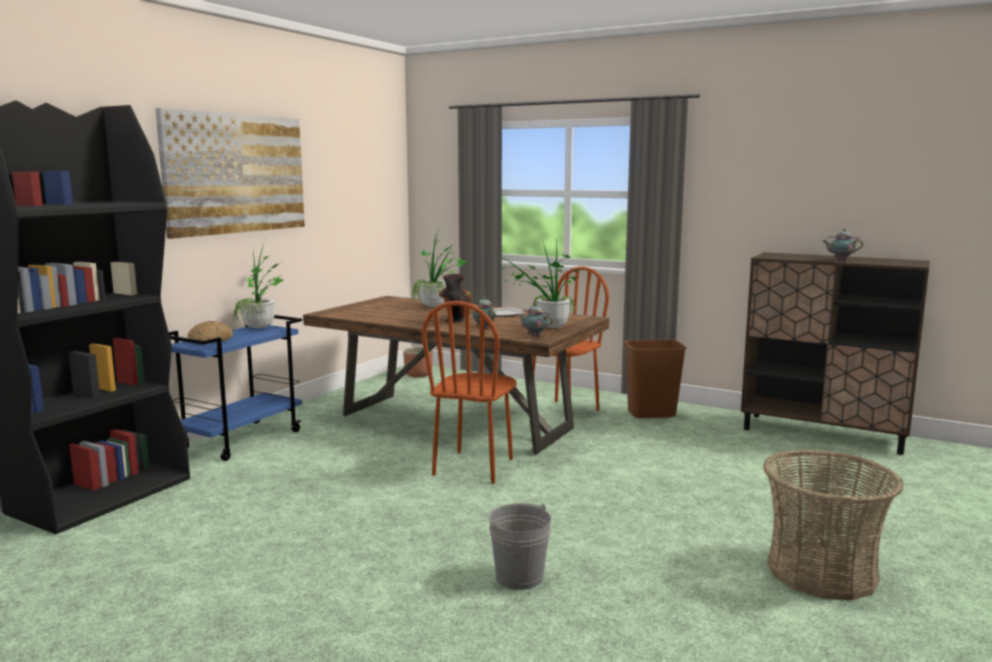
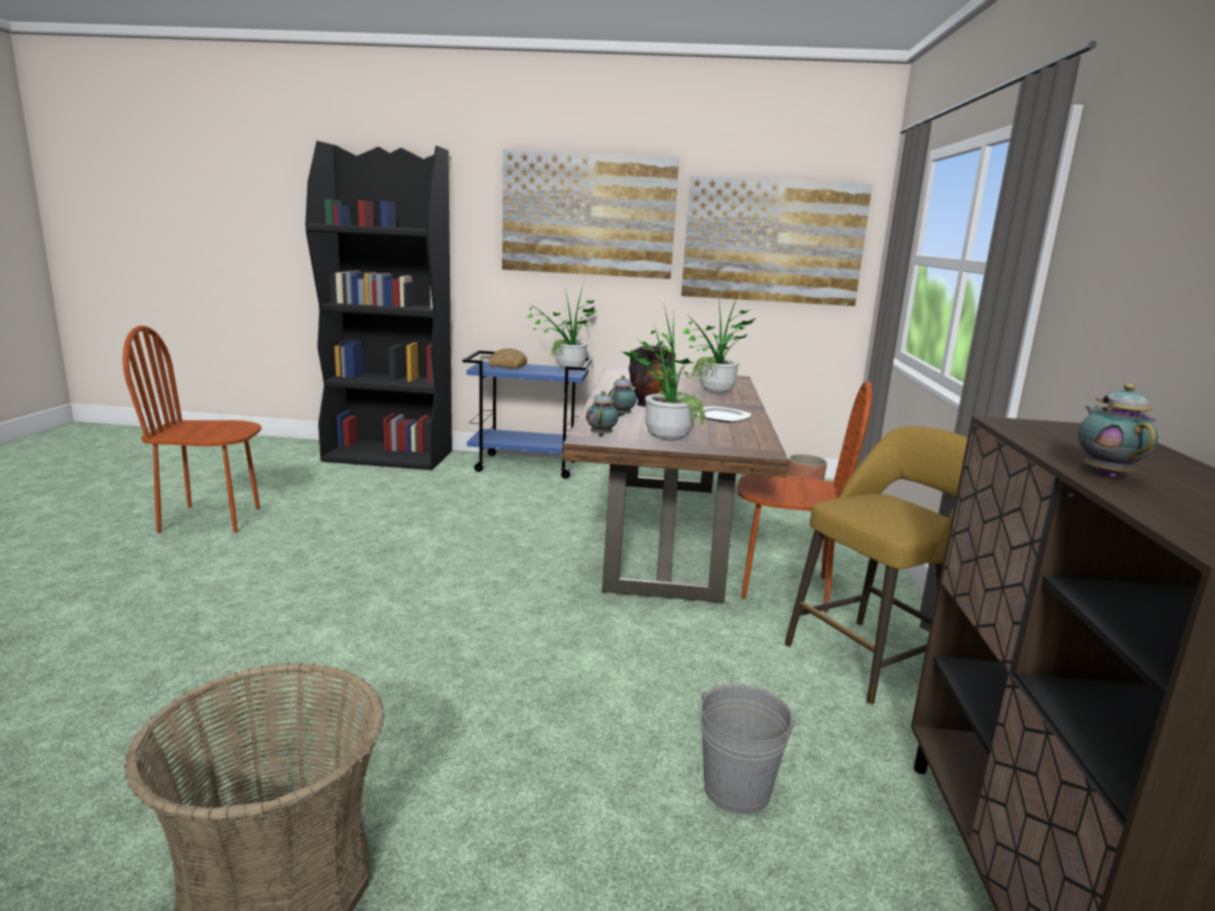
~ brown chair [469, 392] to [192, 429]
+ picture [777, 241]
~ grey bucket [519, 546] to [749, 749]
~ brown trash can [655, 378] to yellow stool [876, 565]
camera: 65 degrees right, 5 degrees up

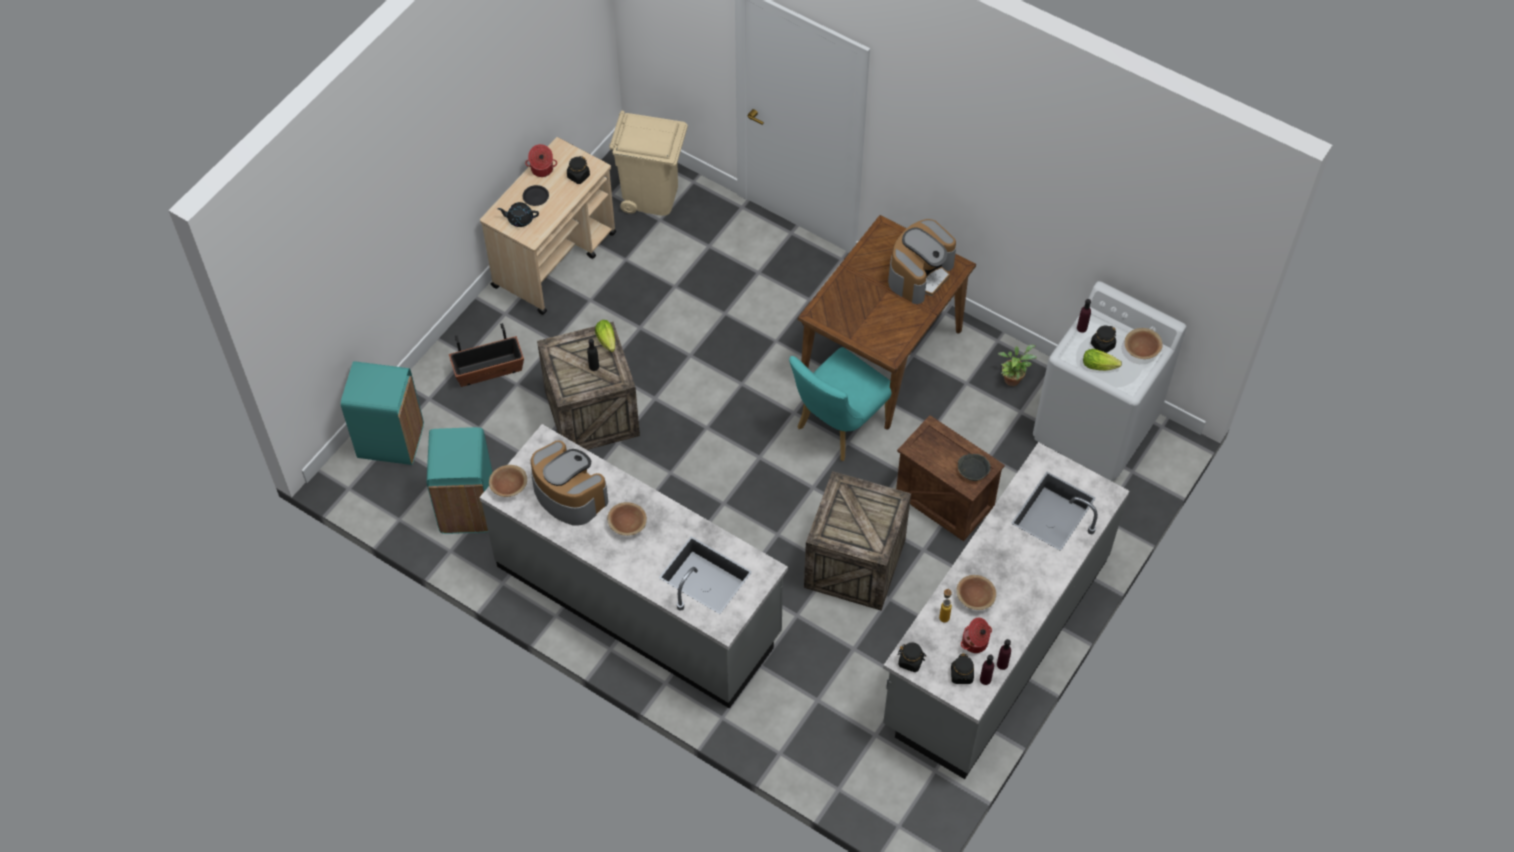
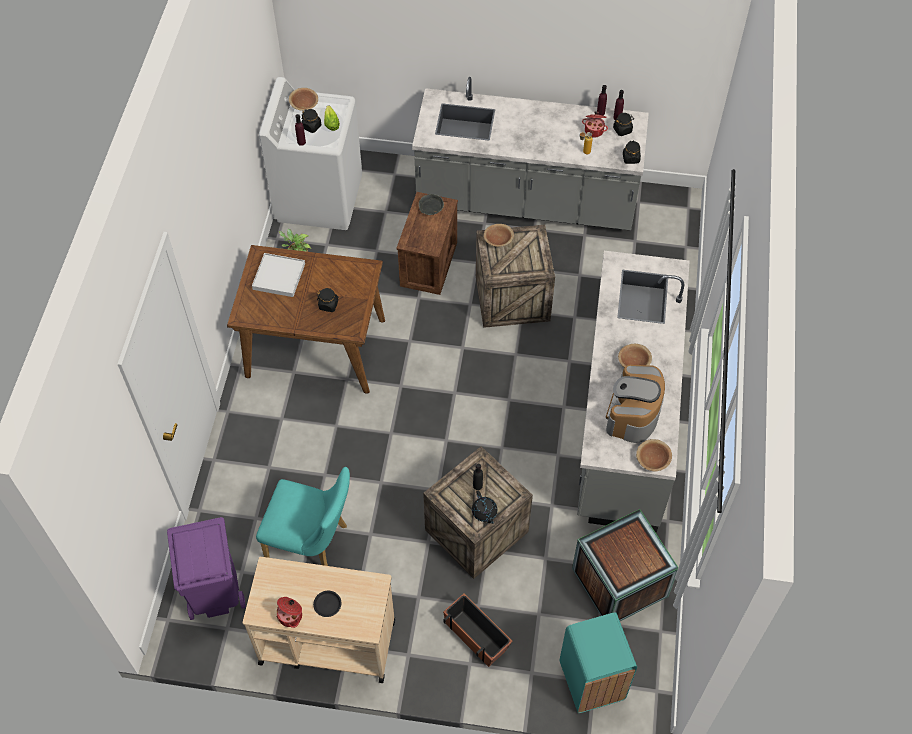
~ beige trash can [648, 163] to purple trash can [206, 568]
~ coffee machine [922, 261] to white tray [278, 275]
~ turquoise chair [840, 404] to [303, 516]
~ black jar [578, 170] to [328, 300]
~ black teapot [518, 214] to [484, 507]
~ brown bowl [976, 592] to [499, 235]
~ turquoise trash can [460, 480] to crate [625, 565]
- lettuce [605, 336]
camera: 115 degrees left, 0 degrees up

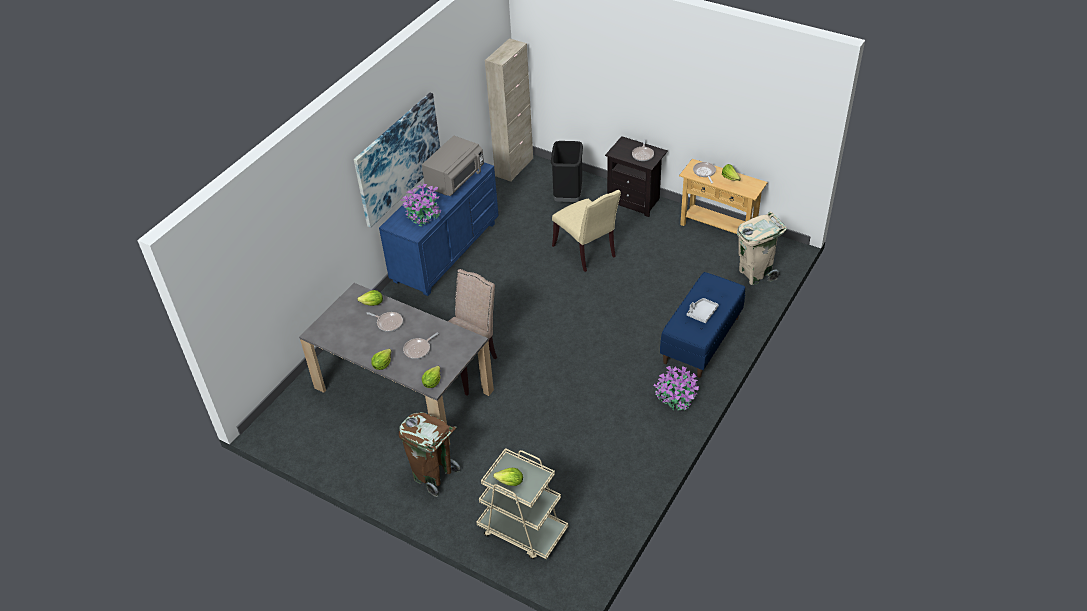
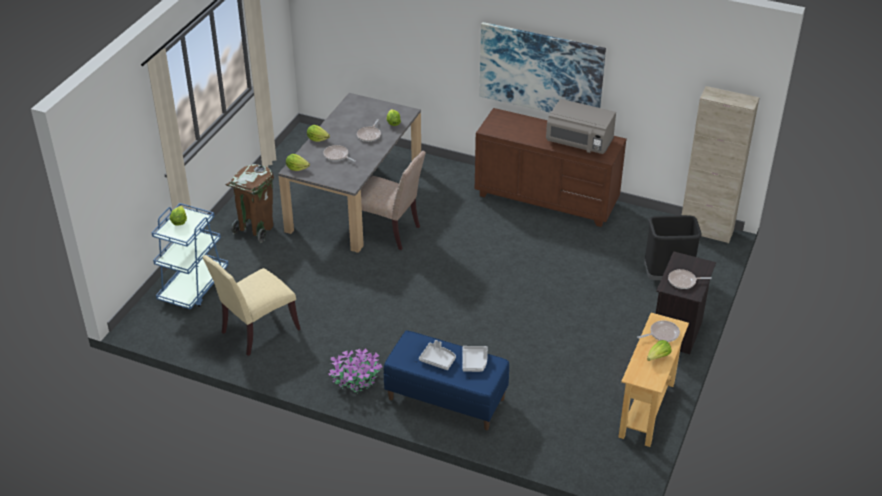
~ beige cart [522, 503] to blue cart [190, 256]
~ beige chair [586, 231] to [251, 305]
+ grey tray [475, 359]
~ blue dresser [439, 229] to brown dresser [551, 167]
- potted plant [421, 204]
- beige trash can [762, 248]
camera: 80 degrees right, 5 degrees down

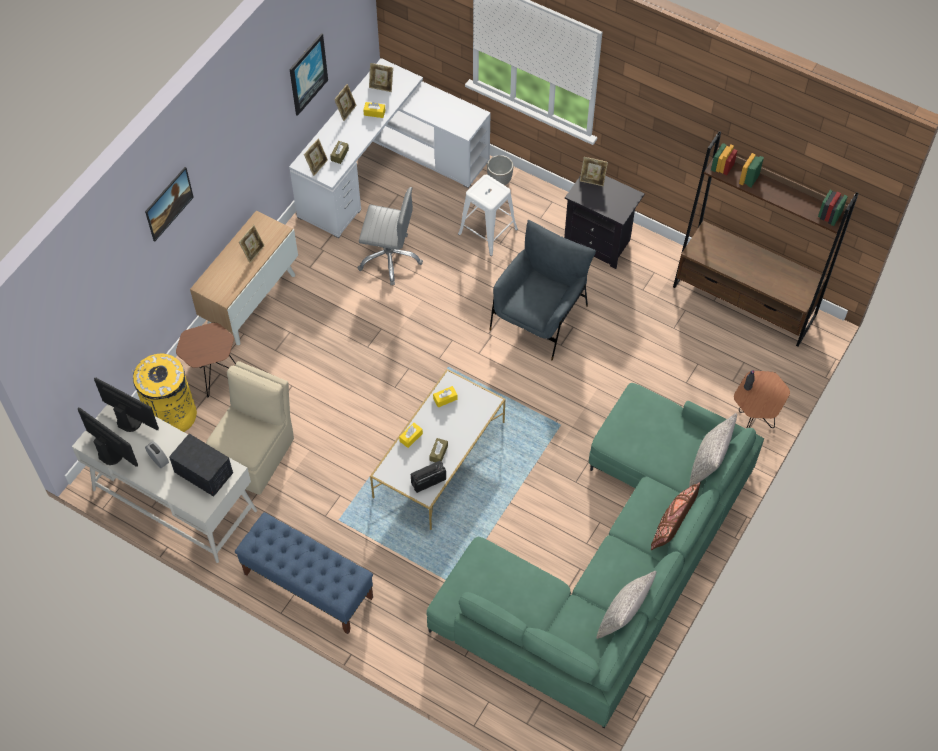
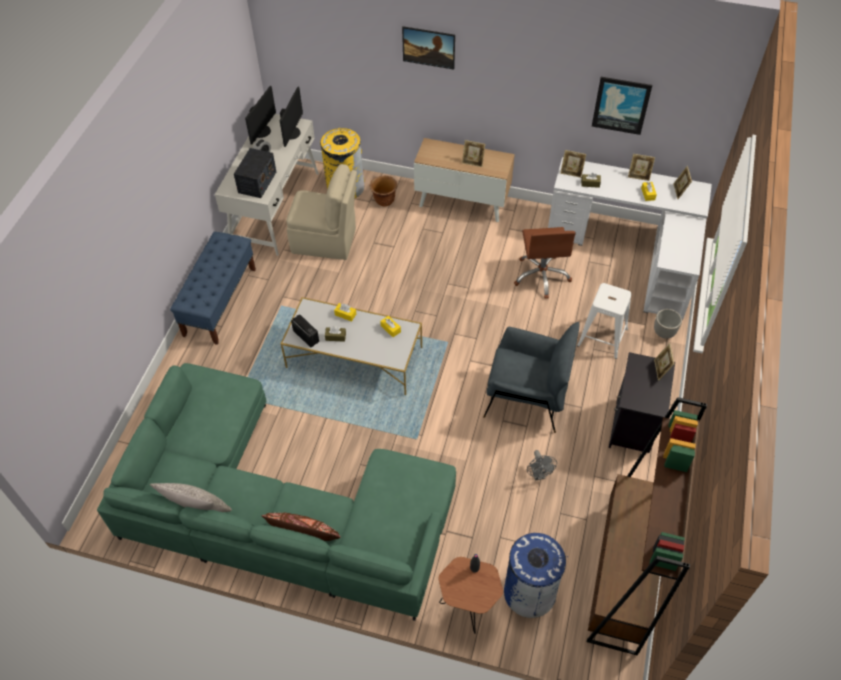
~ brown side table [206, 360] to brown planter [383, 191]
+ blue trash can [536, 575]
~ grey office chair [390, 236] to brown office chair [545, 263]
+ grey fan [542, 465]
- grey pillow [713, 450]
camera: 75 degrees right, 5 degrees down

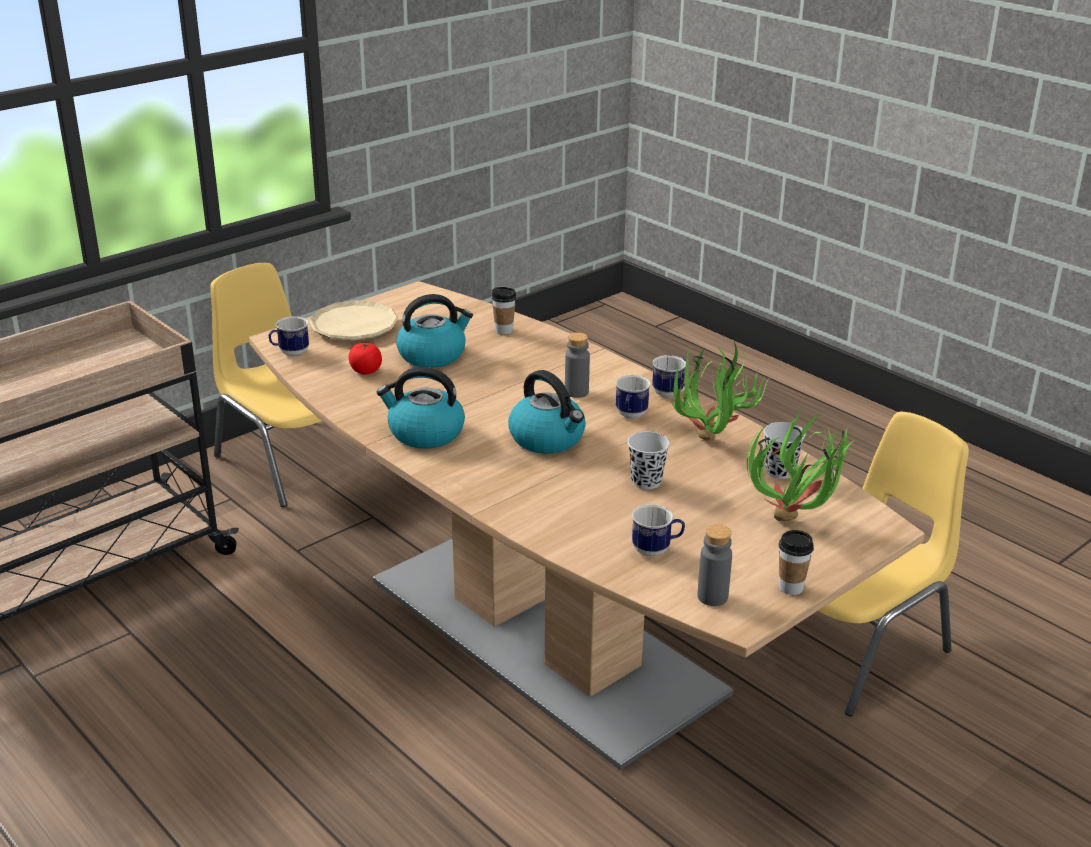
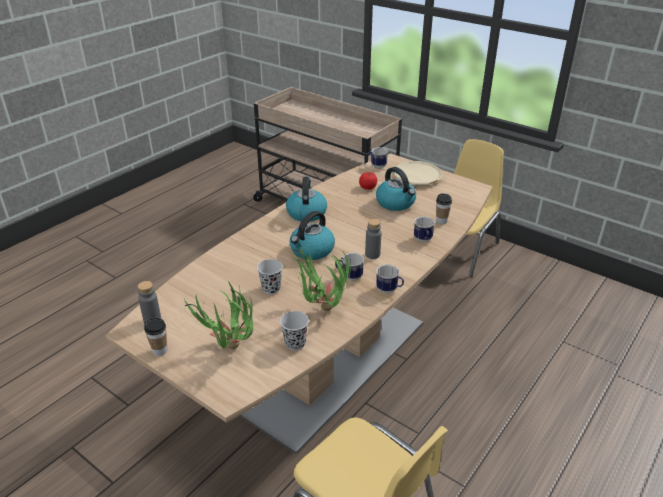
~ mug [658, 530] to [424, 229]
camera: 80 degrees right, 5 degrees up

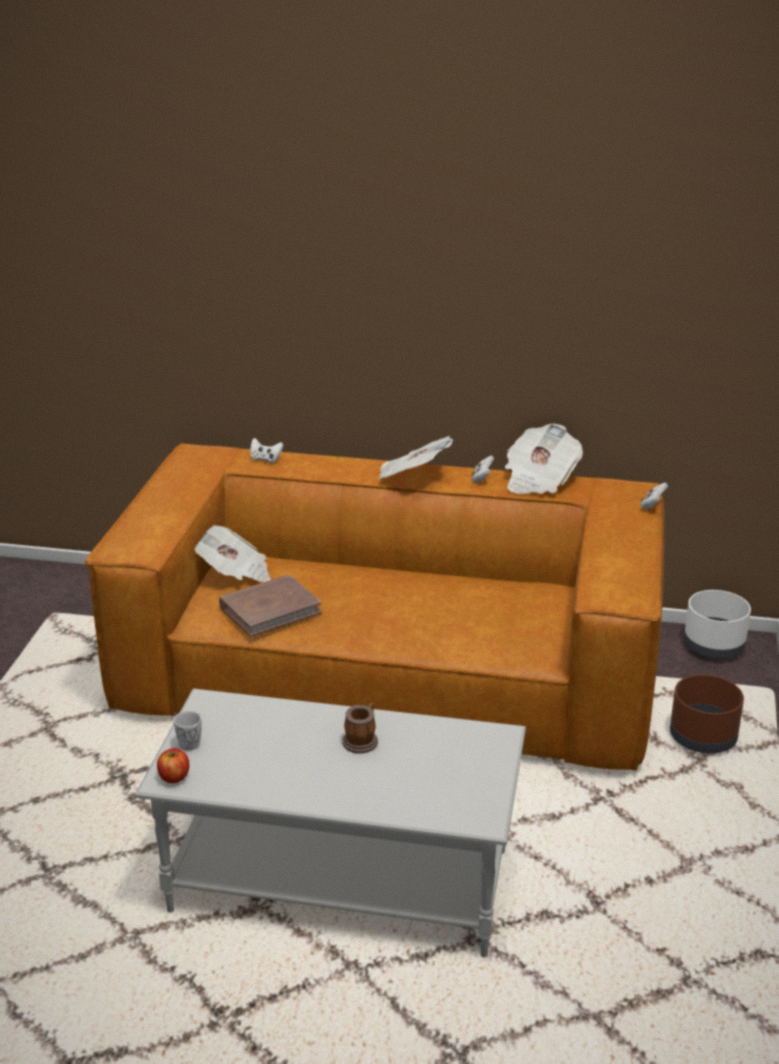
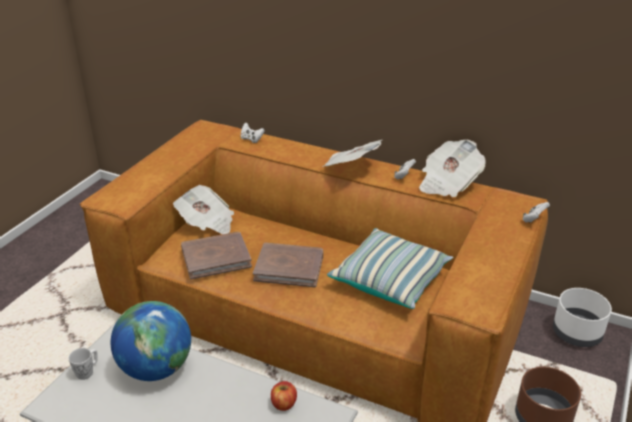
+ globe [151, 341]
+ brown book [288, 265]
~ apple [173, 765] to [284, 396]
+ pillow [390, 268]
- mug [360, 728]
camera: 15 degrees right, 5 degrees up

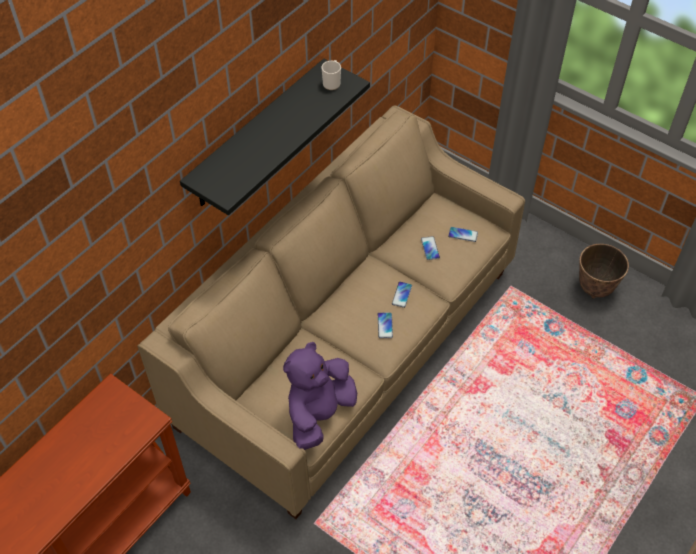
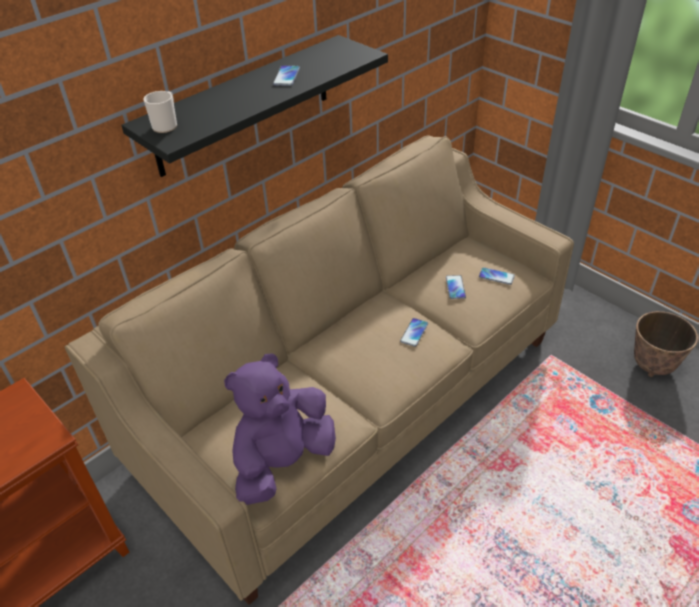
~ mug [331, 75] to [160, 112]
~ phone [385, 325] to [286, 75]
camera: 10 degrees right, 10 degrees down

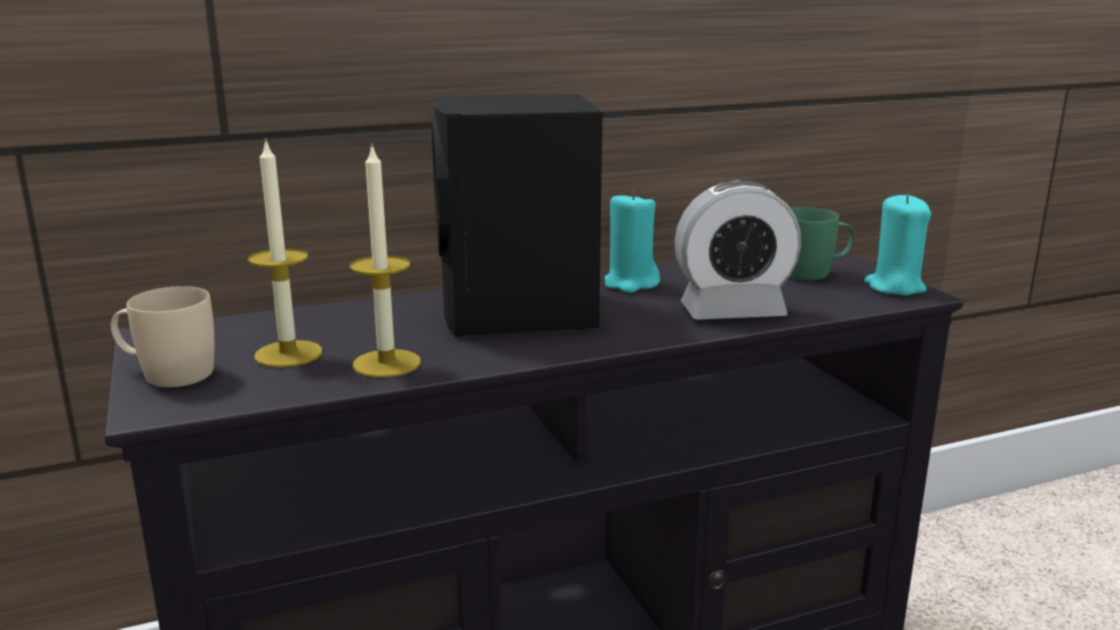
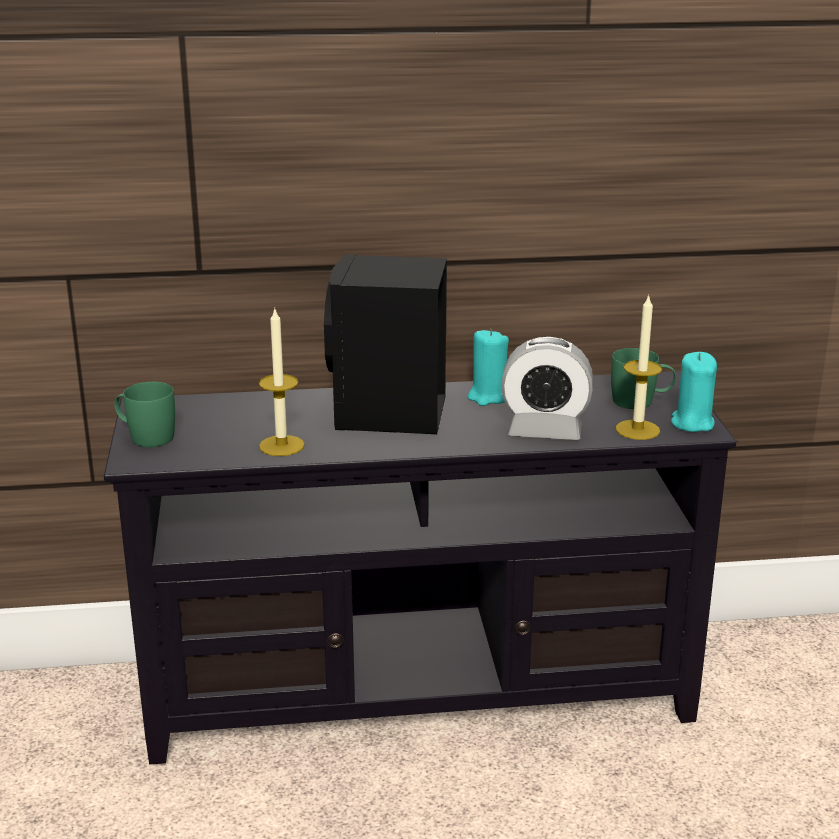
~ beige mug [162, 336] to green mug [144, 414]
~ candle [285, 252] to [639, 367]
camera: 15 degrees right, 5 degrees up

